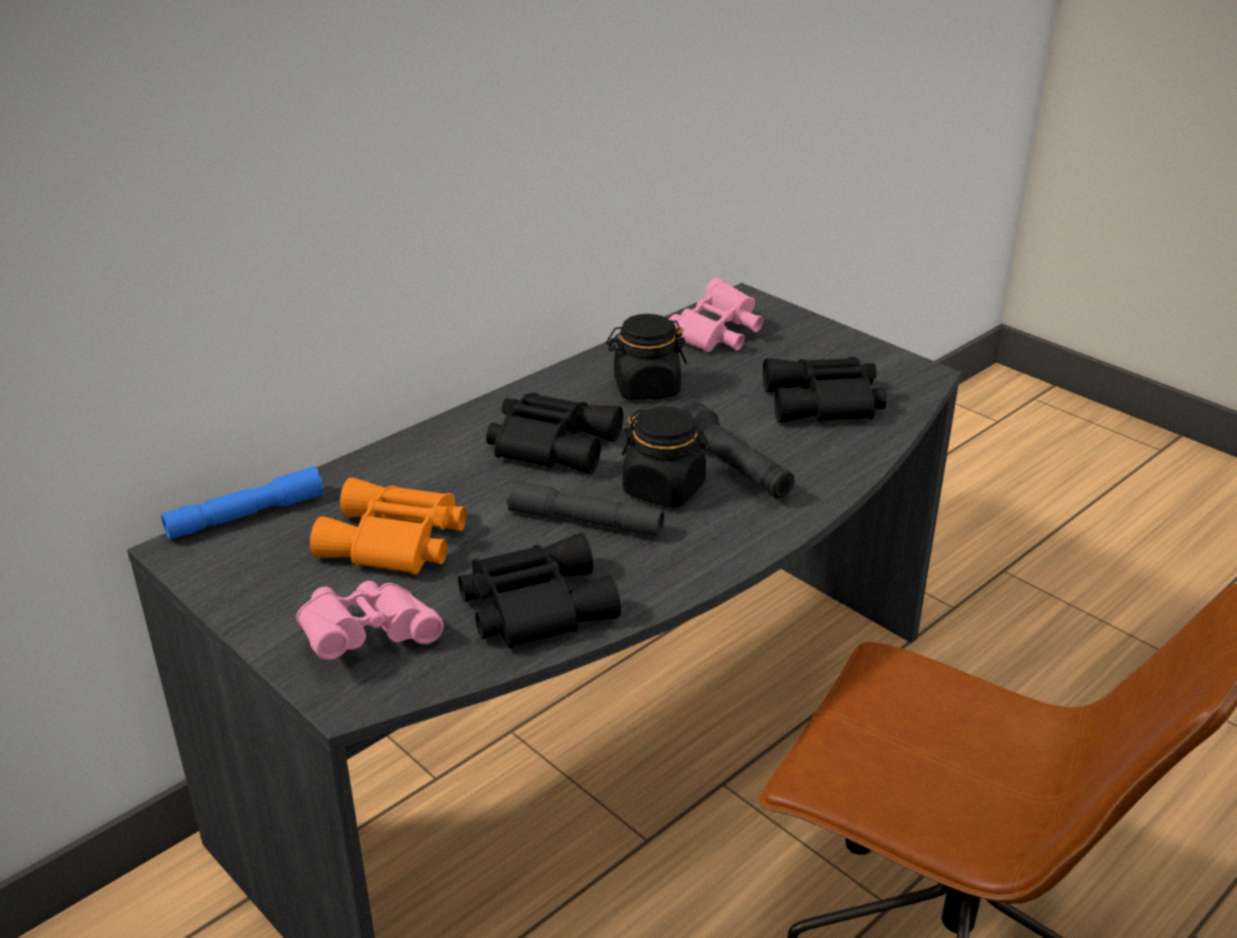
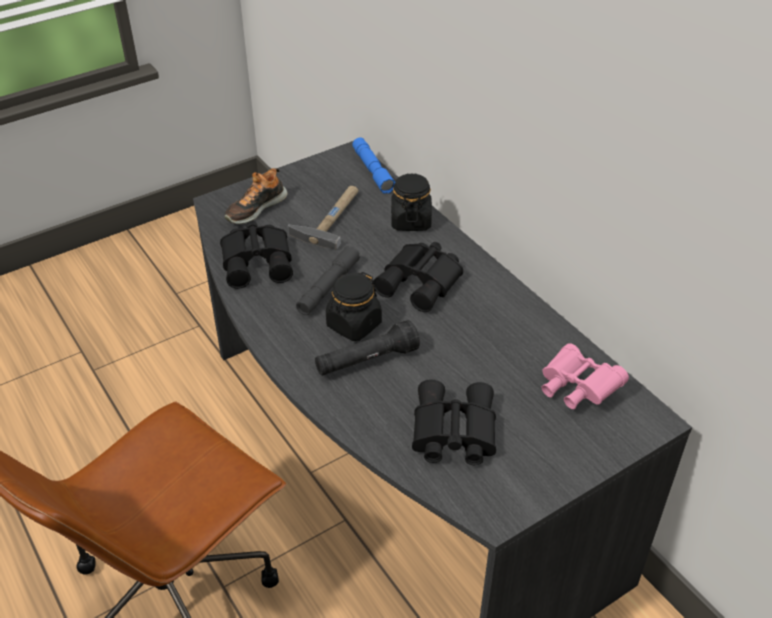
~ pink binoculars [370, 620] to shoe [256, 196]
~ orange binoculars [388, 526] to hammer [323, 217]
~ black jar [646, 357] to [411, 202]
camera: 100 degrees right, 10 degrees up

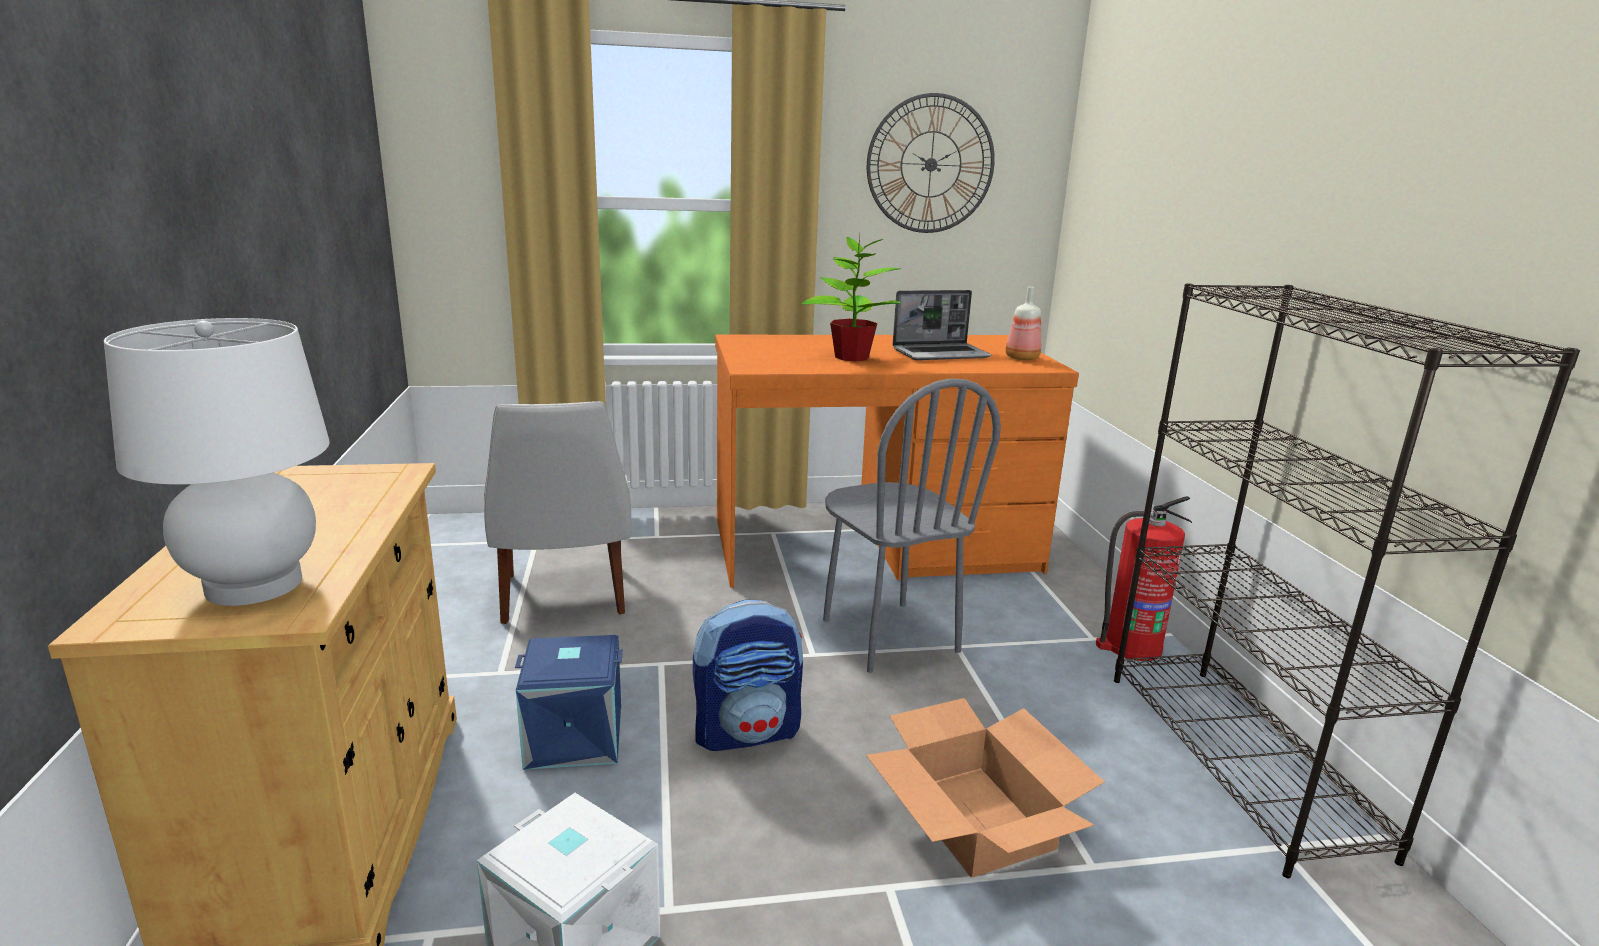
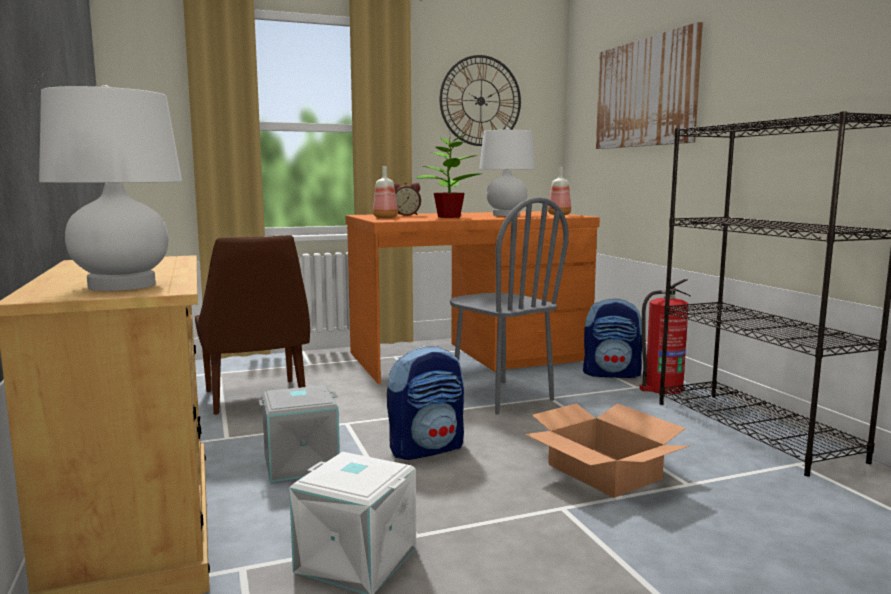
~ white chair [557, 512] to brown chair [252, 325]
~ blue storage box [569, 702] to grey storage box [299, 434]
+ bottle [385, 192]
+ alarm clock [407, 199]
~ laptop [942, 325] to white table lamp [507, 172]
+ backpack [612, 338]
+ picture [649, 85]
camera: 10 degrees left, 10 degrees down

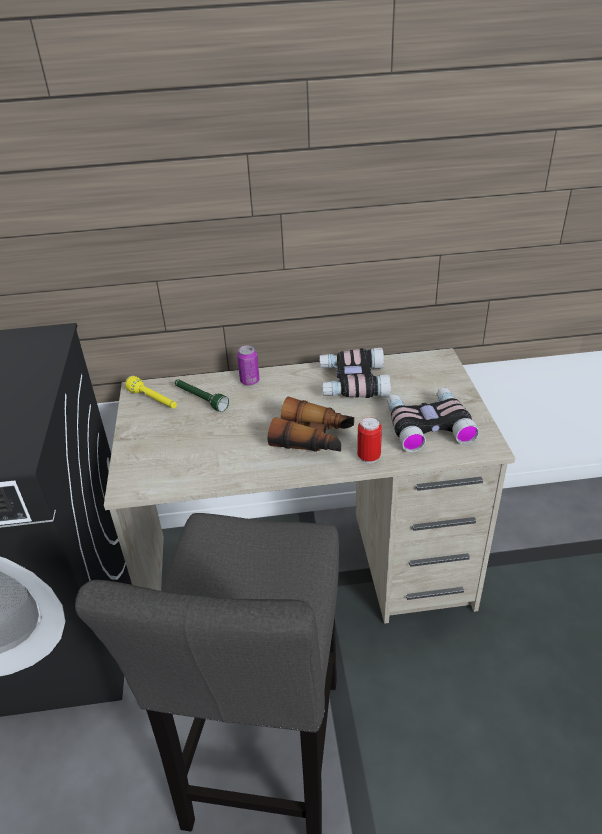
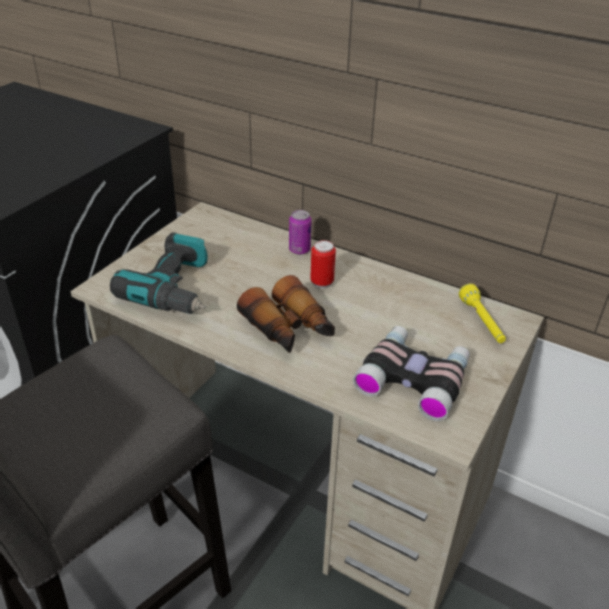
+ power drill [159, 273]
~ can [369, 440] to [323, 264]
~ yellow flashlight [151, 392] to [482, 313]
- green flashlight [202, 395]
- binoculars [355, 373]
camera: 35 degrees right, 0 degrees up

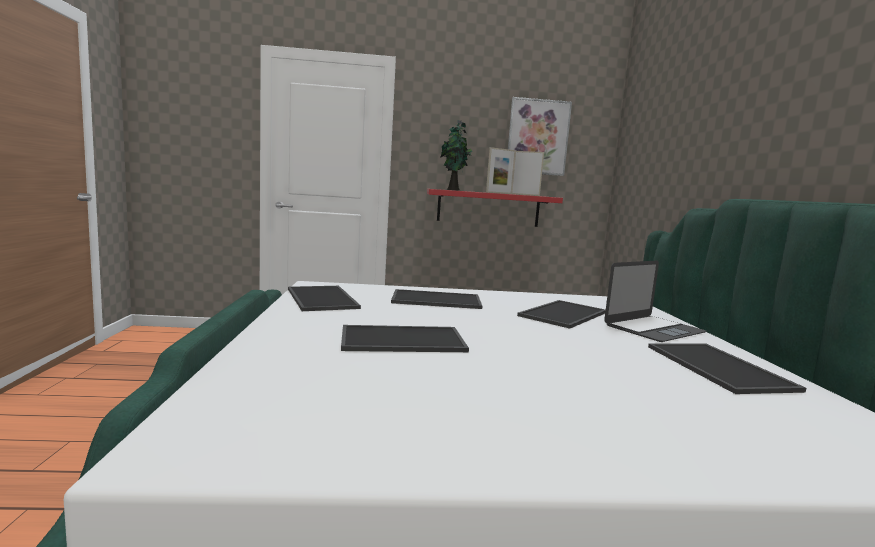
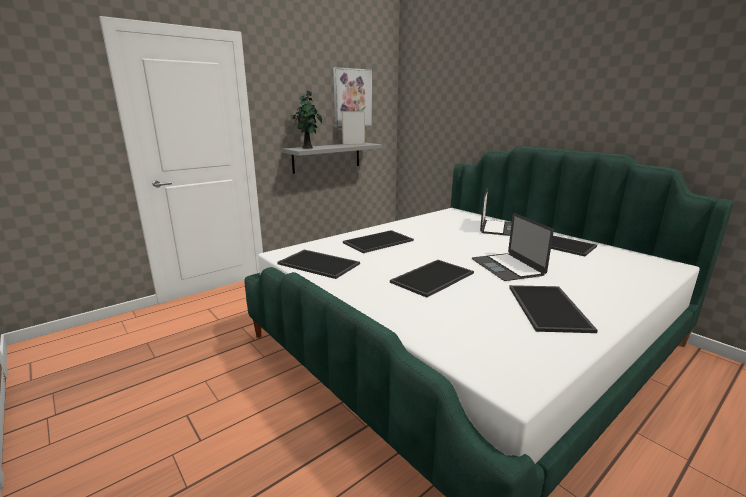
~ red shelf [495, 208] to grey shelf [332, 158]
+ laptop [513, 247]
~ tray [561, 314] to [553, 309]
- picture frame [501, 170]
camera: 35 degrees left, 10 degrees up

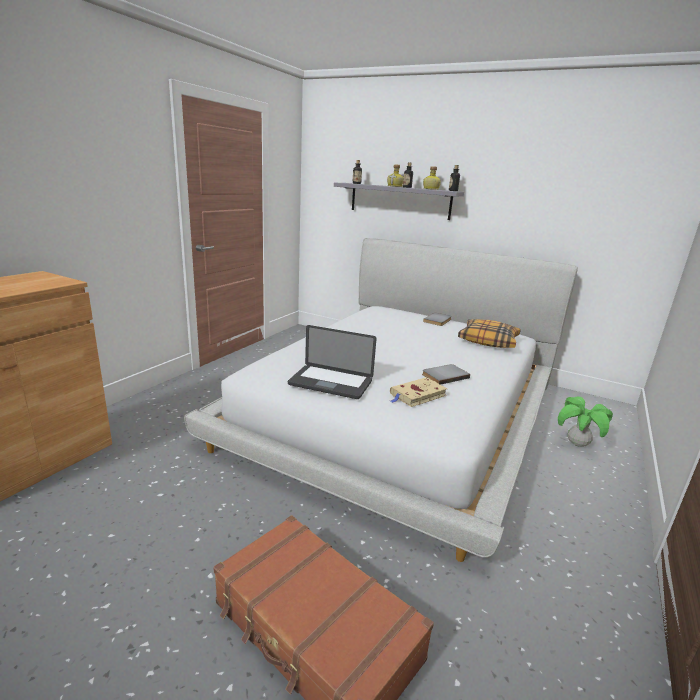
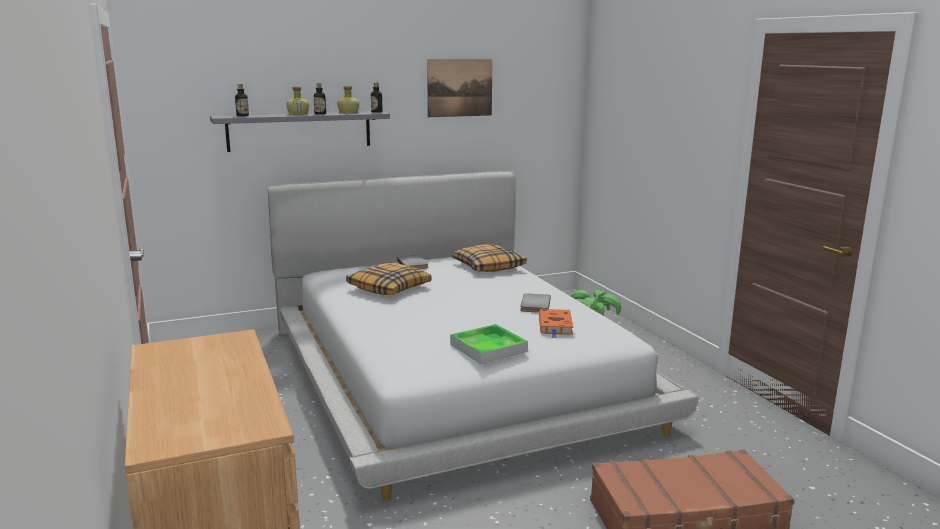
+ pillow [388, 279]
+ picture [460, 88]
~ laptop [332, 362] to tray [489, 344]
~ beige book [419, 392] to orange book [556, 323]
camera: 50 degrees left, 5 degrees down

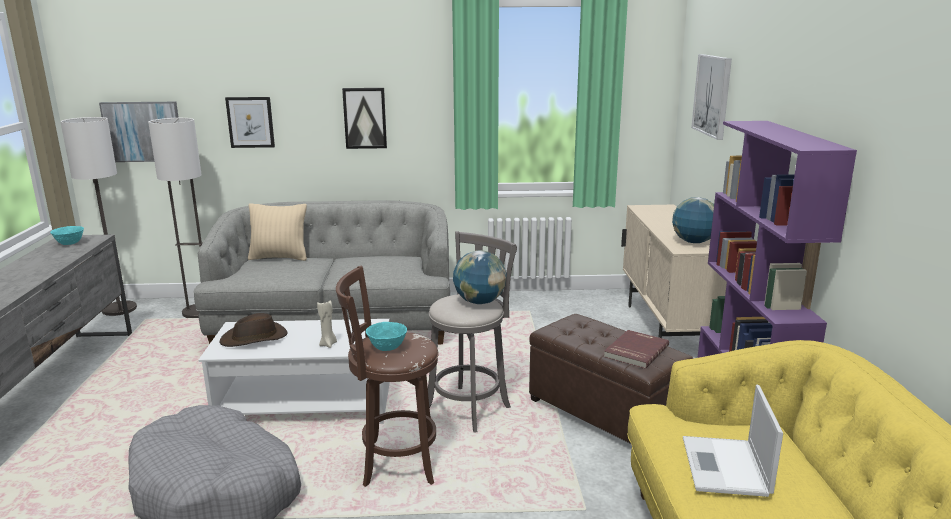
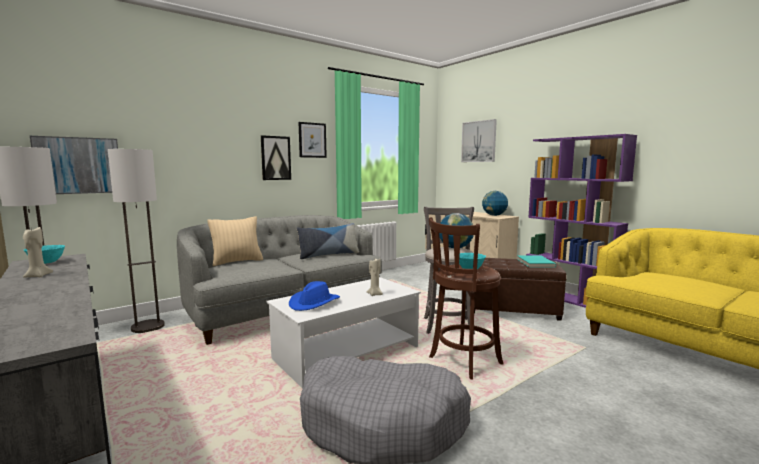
+ beige candle [38, 252]
~ brown hat [253, 330] to blue hat [314, 296]
+ pillow [328, 241]
~ picture [250, 122] to [313, 140]
~ red book [636, 349] to turquoise book [536, 261]
- laptop [733, 440]
camera: 35 degrees left, 10 degrees down

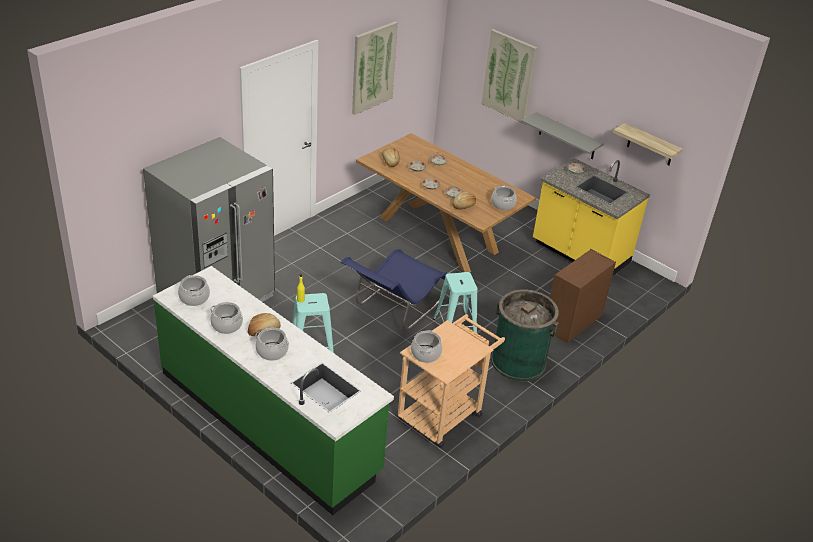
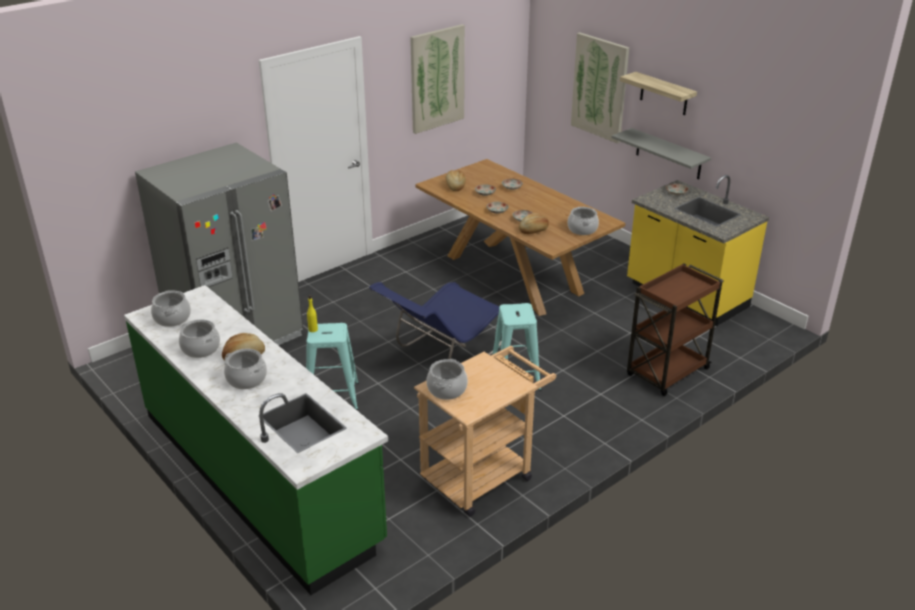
~ shelf [647, 144] to [658, 93]
~ brown dresser [583, 296] to brown cart [675, 329]
- green trash can [525, 335]
camera: 10 degrees right, 5 degrees down

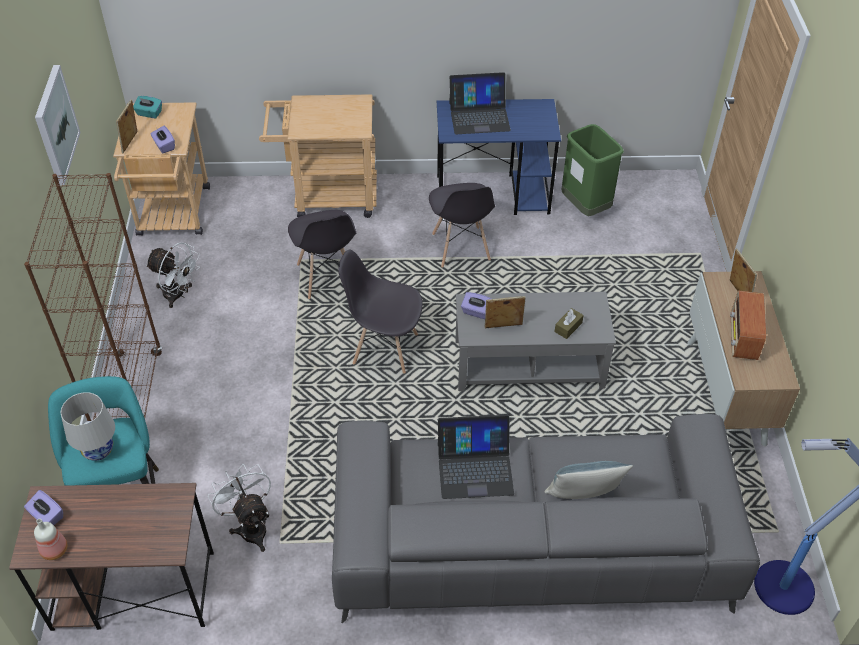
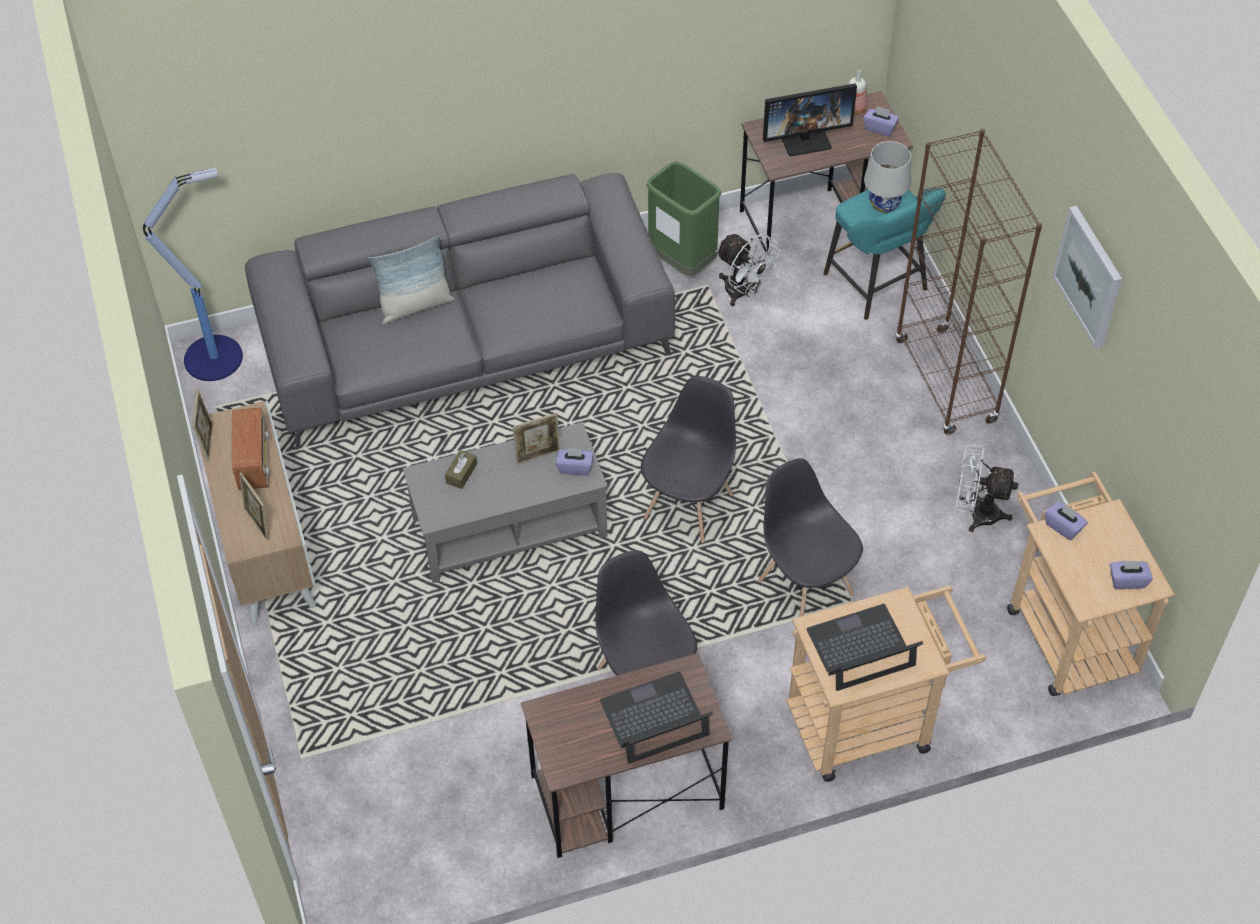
~ picture frame [126, 126] to [202, 425]
~ blue desk [499, 157] to brown desk [626, 755]
~ grey chair [380, 311] = [688, 459] 60 degrees counterclockwise
~ green trash can [592, 170] to [684, 218]
+ monitor [810, 120]
~ laptop [476, 457] to [865, 647]
~ turquoise tissue box [147, 107] to purple tissue box [1131, 574]
camera: 165 degrees right, 5 degrees up

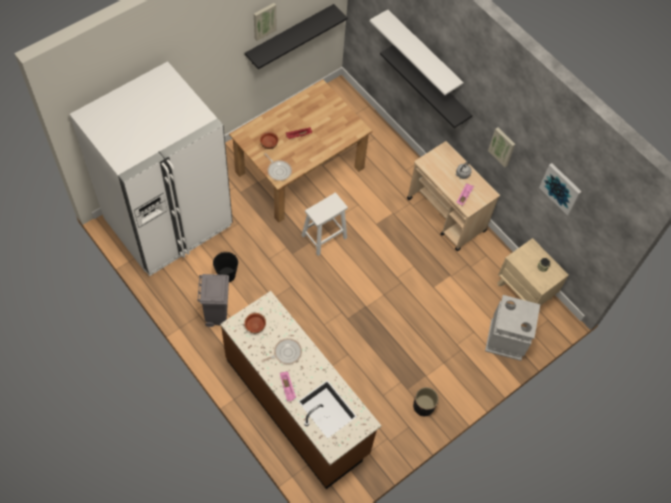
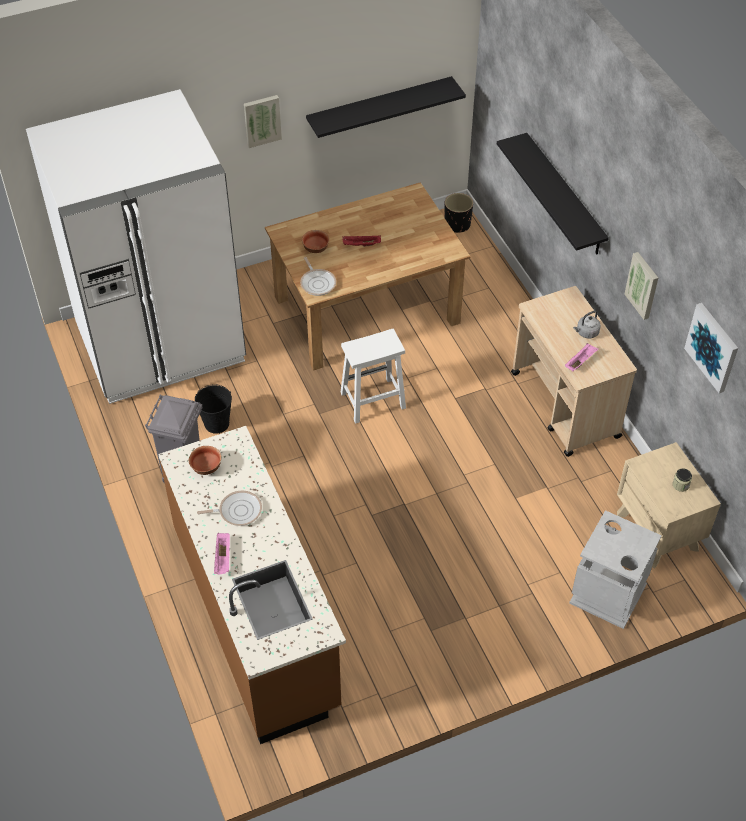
~ picture [265, 22] to [263, 121]
~ black planter [426, 401] to [458, 213]
- white shelf [417, 52]
camera: 20 degrees right, 10 degrees down

